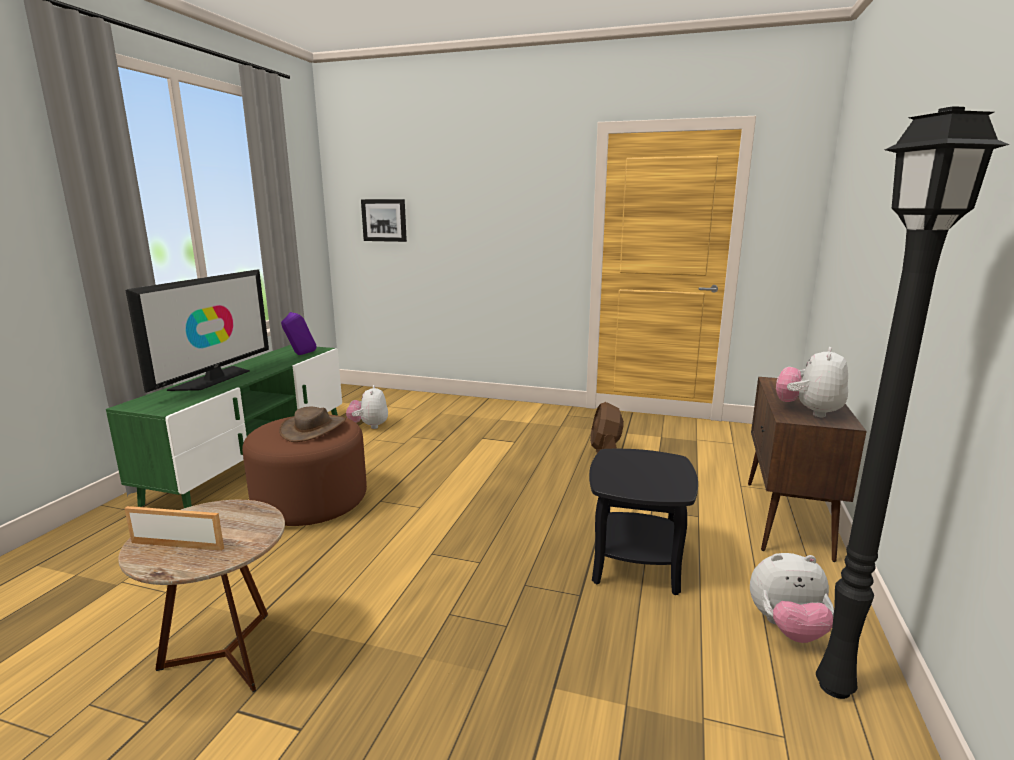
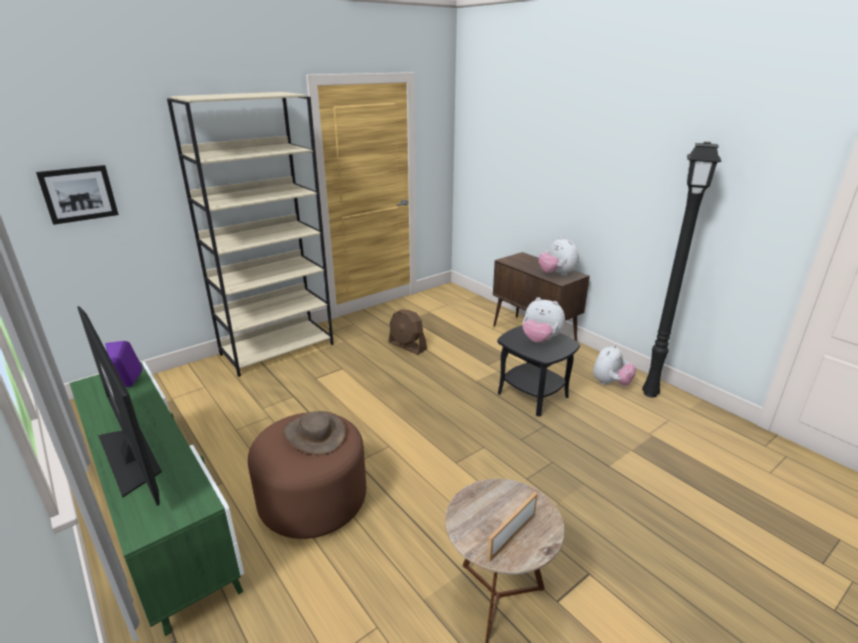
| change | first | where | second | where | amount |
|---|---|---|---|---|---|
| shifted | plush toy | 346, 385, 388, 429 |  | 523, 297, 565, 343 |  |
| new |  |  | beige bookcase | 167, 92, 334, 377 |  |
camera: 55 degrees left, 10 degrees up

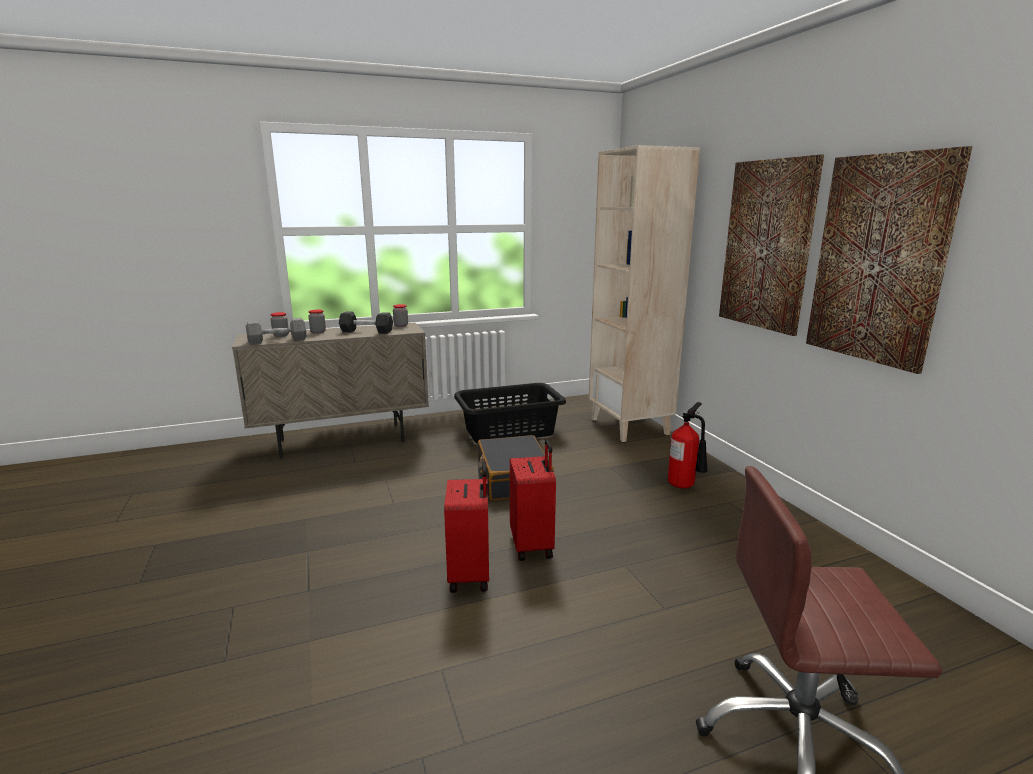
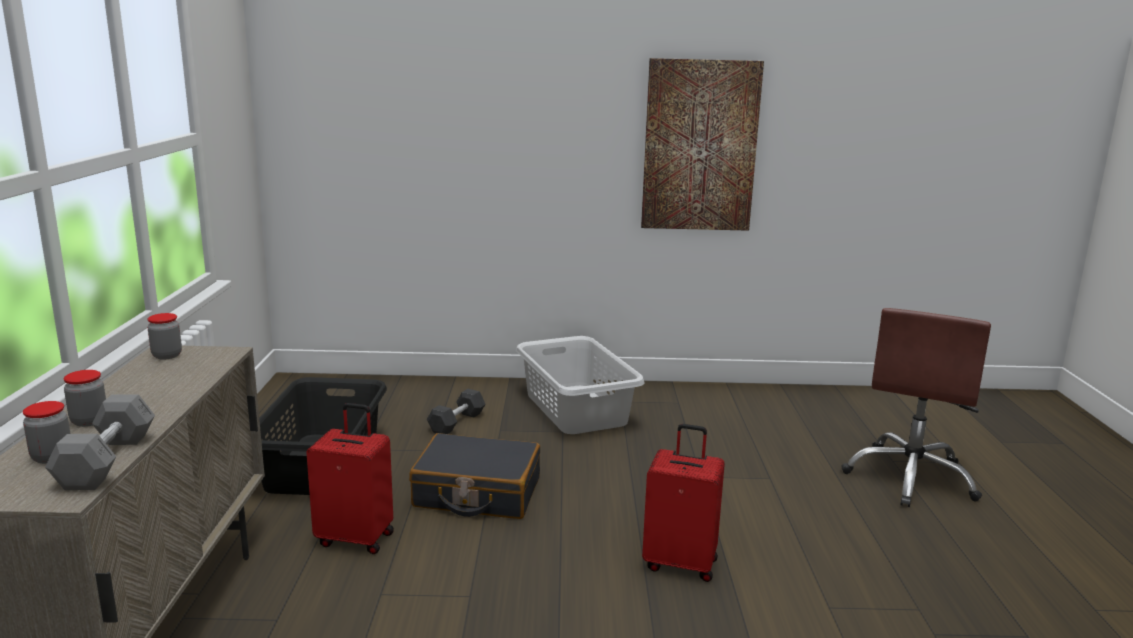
| change | first | where | second | where | amount |
|---|---|---|---|---|---|
| shifted | grey dumbbell | 339, 311, 393, 334 |  | 427, 389, 486, 434 |  |
| shifted | red suitcase | 510, 439, 556, 561 |  | 306, 403, 394, 554 |  |
| gone | beige bookcase | 589, 145, 700, 442 |  |  |  |
| swapped | fire extinguisher | 668, 402, 708, 488 | grey laundry basket | 516, 336, 644, 434 |  |
| gone | picture | 719, 155, 824, 336 |  |  |  |
camera: 70 degrees left, 0 degrees up

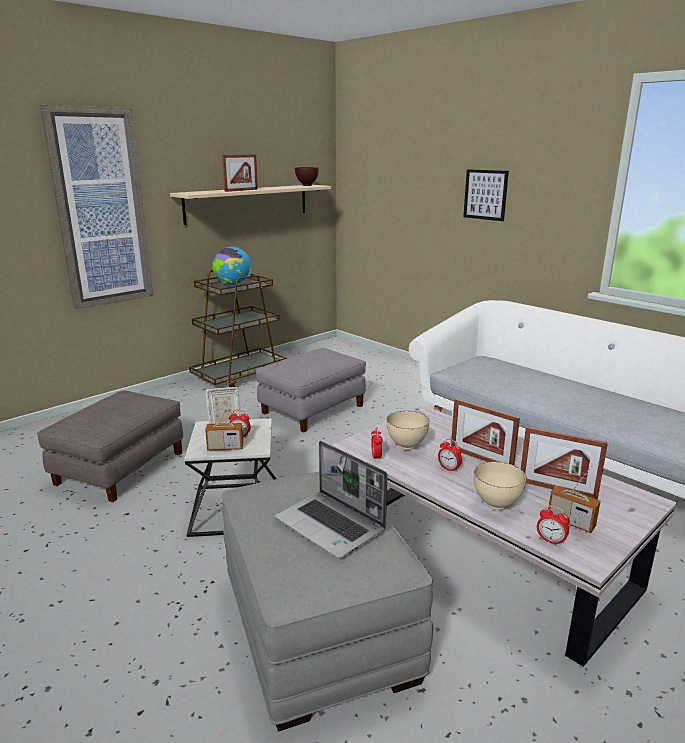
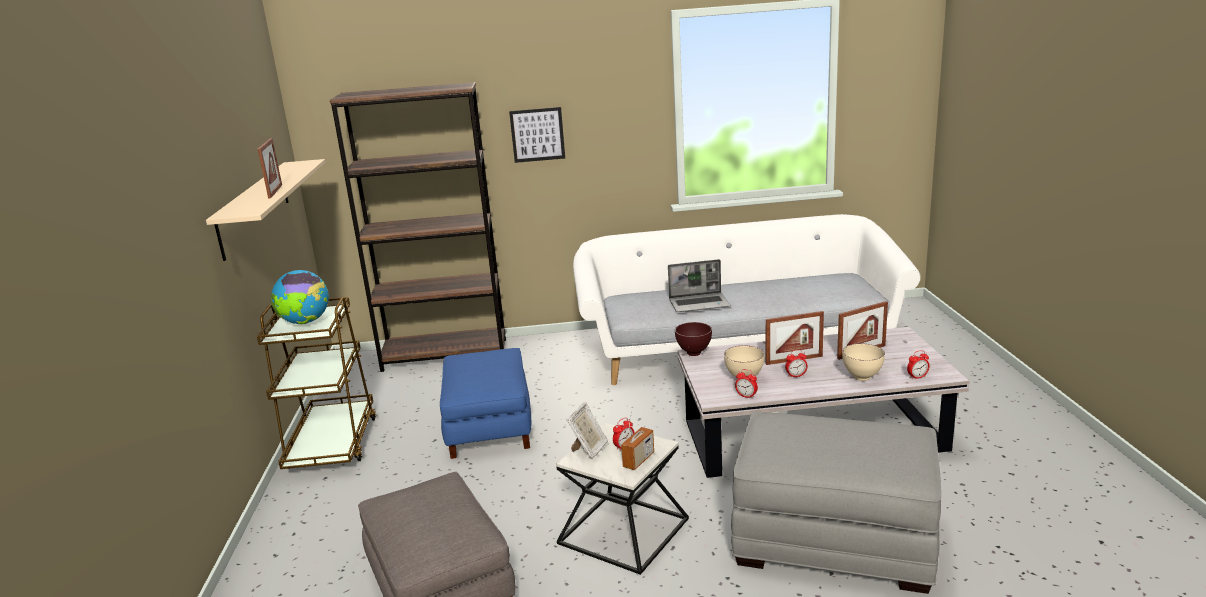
| change | first | where | second | where | amount |
|---|---|---|---|---|---|
| gone | picture | 40, 105, 153, 309 |  |  |  |
| repainted | grey ottoman | 256, 348, 366, 432 | blue ottoman | 440, 348, 531, 459 |  |
| shifted | laptop | 275, 441, 388, 559 |  | 668, 259, 730, 312 |  |
| shifted | brown bowl | 295, 167, 319, 186 |  | 675, 322, 712, 356 |  |
| gone | radio | 548, 465, 601, 533 |  |  |  |
| new |  |  | brown bookcase | 330, 82, 506, 372 |  |
camera: 50 degrees left, 0 degrees up

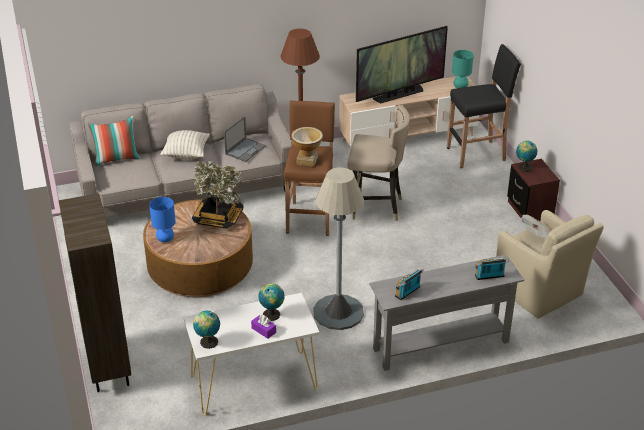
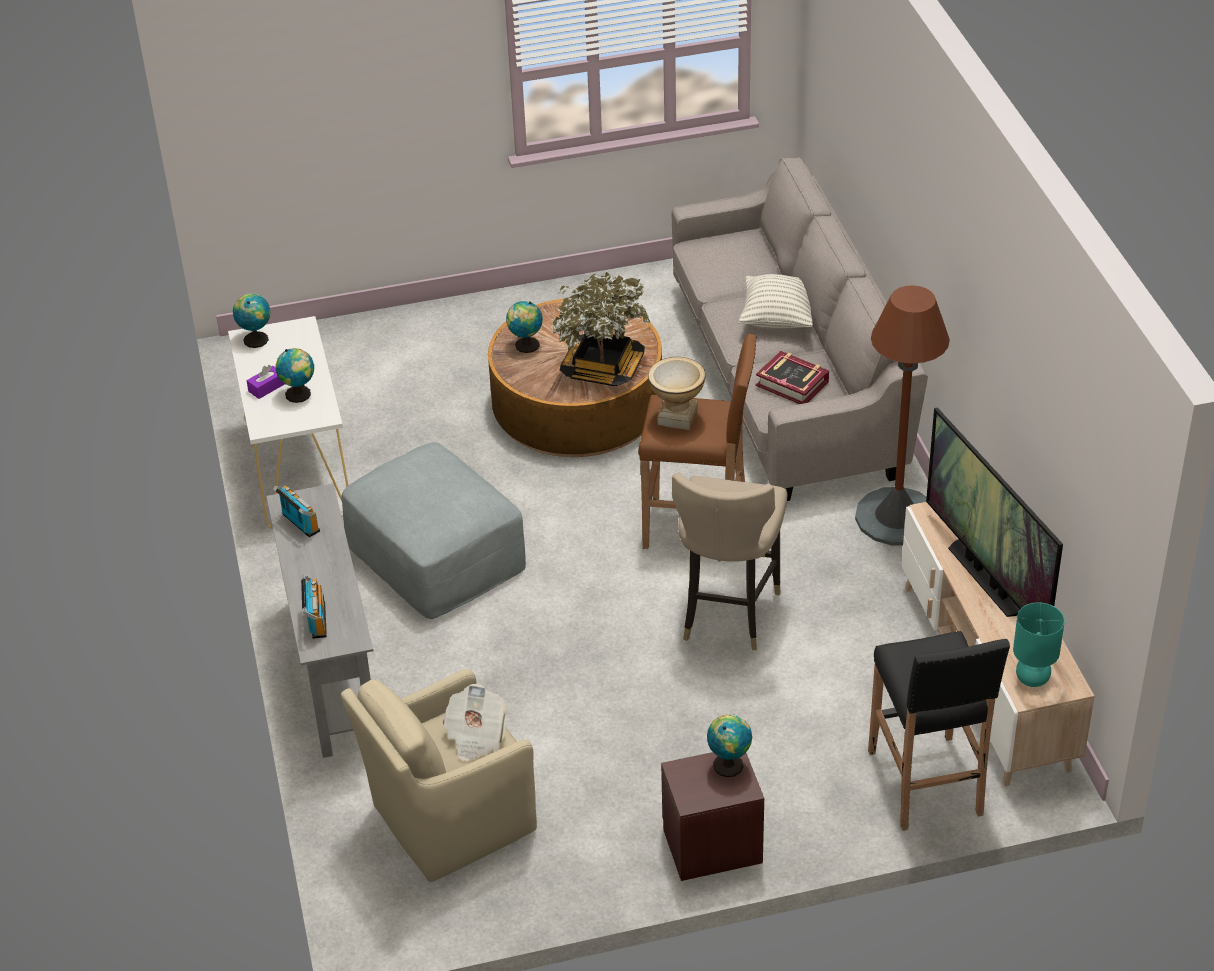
| change | first | where | second | where | amount |
|---|---|---|---|---|---|
| gone | brown bookcase | 58, 193, 131, 392 |  |  |  |
| gone | pillow | 88, 116, 140, 166 |  |  |  |
| gone | blue table lamp | 149, 197, 176, 242 |  |  |  |
| swapped | laptop | 224, 116, 266, 162 | book | 756, 351, 829, 404 |  |
| swapped | grey floor lamp | 313, 168, 364, 330 | grey ottoman | 341, 442, 526, 619 |  |
| new |  |  | globe | 506, 301, 543, 353 |  |
camera: 95 degrees right, 5 degrees up

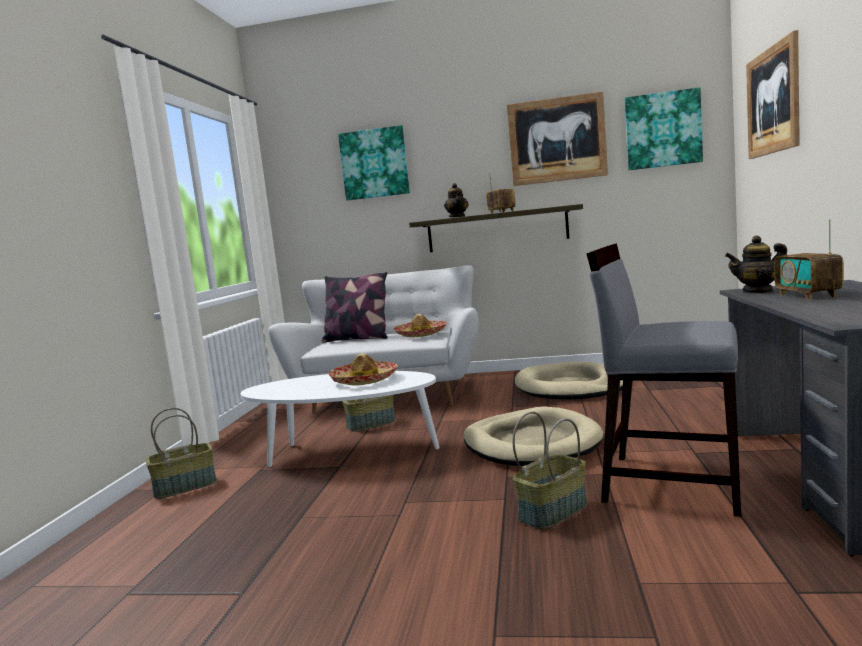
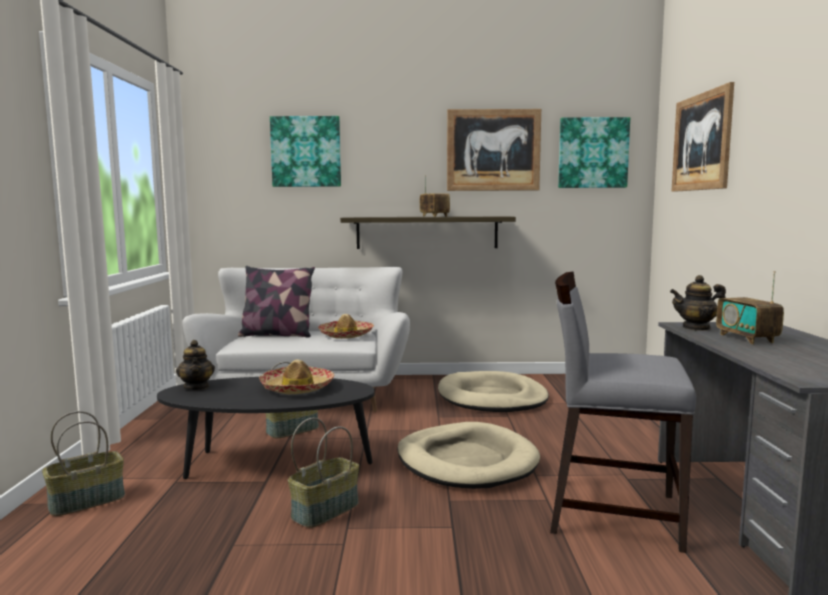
| change | first | where | second | where | amount |
|---|---|---|---|---|---|
| repainted | white coffee table | 240, 371, 439, 467 | black coffee table | 157, 377, 375, 479 |  |
| shifted | teapot | 444, 183, 468, 217 |  | 176, 340, 215, 390 |  |
| shifted | basket | 512, 411, 587, 530 |  | 288, 418, 359, 528 |  |
camera: 10 degrees left, 0 degrees up

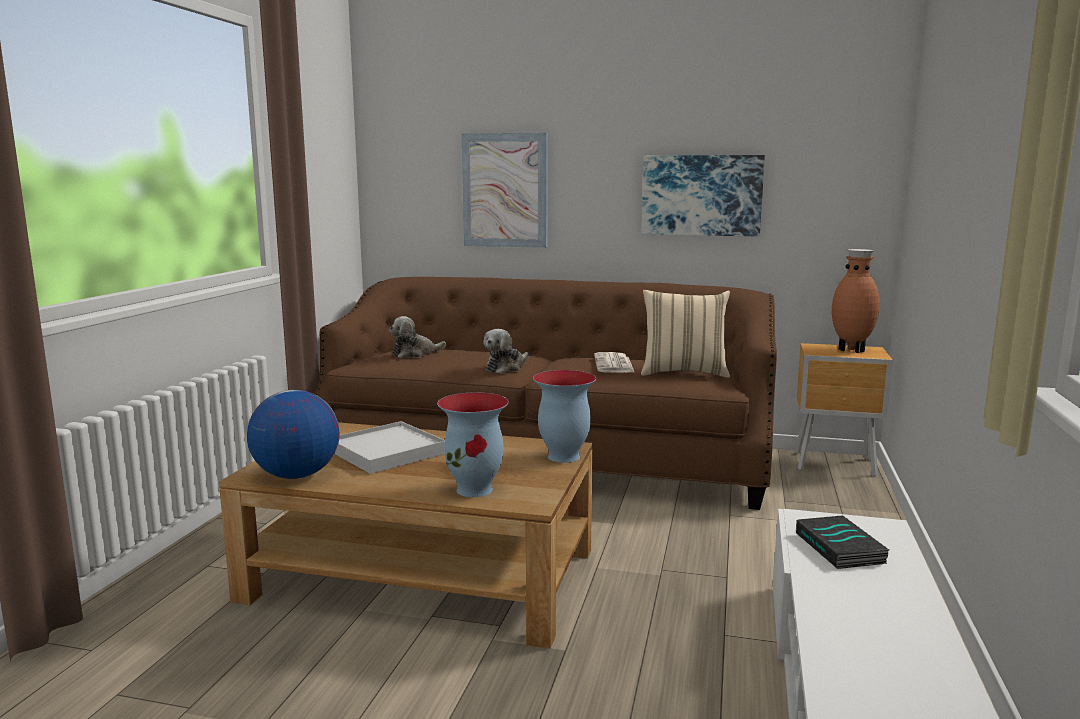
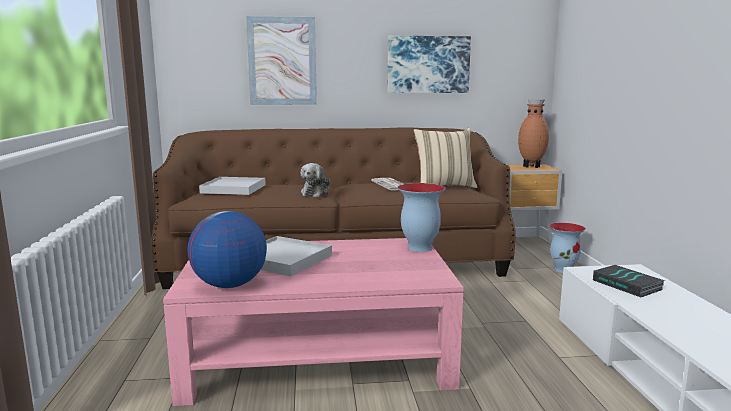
| change | first | where | second | where | amount |
|---|---|---|---|---|---|
| repainted | brown coffee table | 219, 422, 593, 649 | pink coffee table | 163, 238, 464, 406 |  |
| swapped | plush toy | 389, 316, 446, 358 | white tray | 199, 177, 266, 195 |  |
| shifted | vase | 437, 392, 509, 497 |  | 549, 223, 586, 273 |  |
camera: 20 degrees left, 0 degrees up

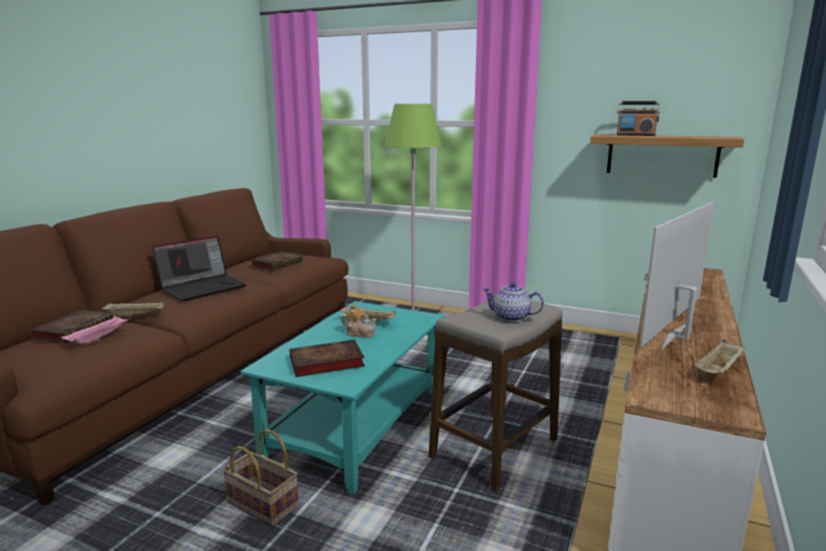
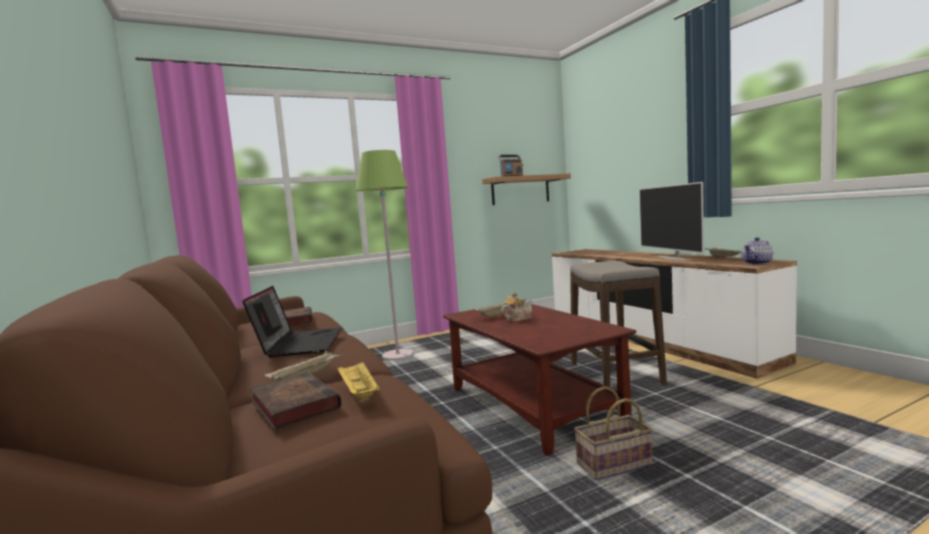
| change | first | where | second | where | amount |
|---|---|---|---|---|---|
| repainted | pink tray | 61, 316, 131, 344 | yellow tray | 337, 361, 379, 400 |  |
| repainted | turquoise coffee table | 240, 301, 445, 494 | brown coffee table | 443, 304, 636, 456 |  |
| gone | book | 289, 339, 365, 377 |  |  |  |
| shifted | teapot | 482, 282, 544, 322 |  | 742, 237, 773, 265 |  |
camera: 50 degrees left, 10 degrees down

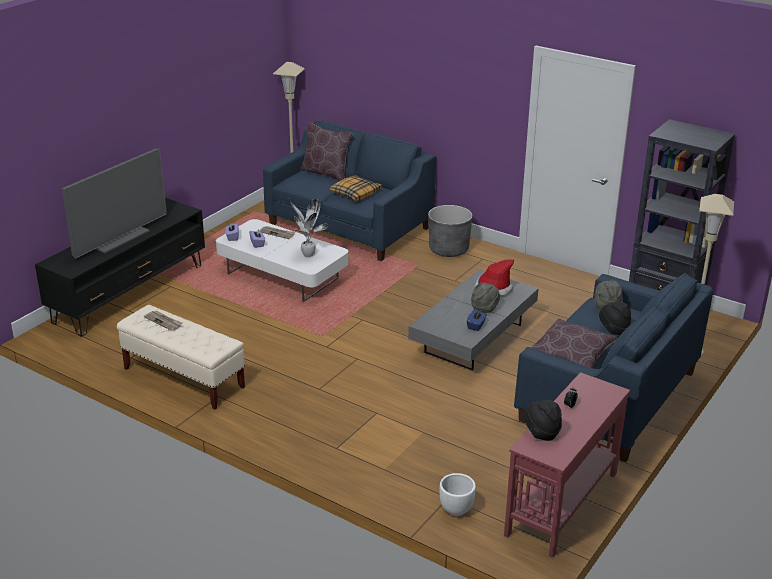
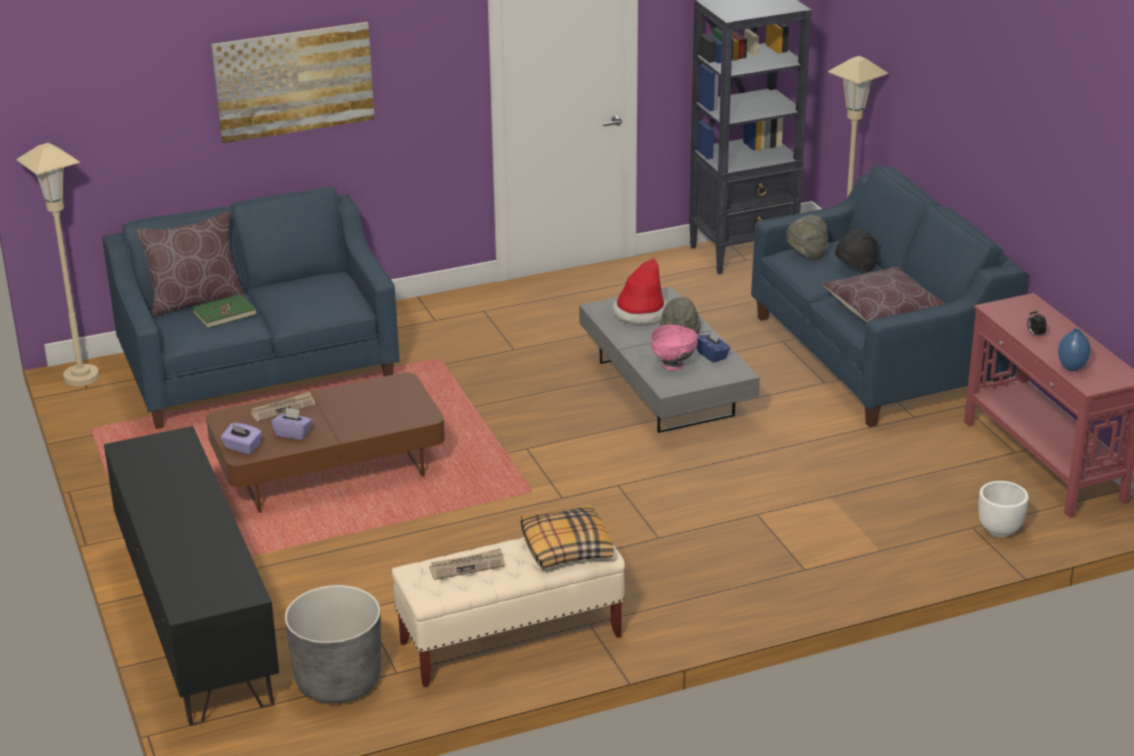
| change | first | where | second | where | amount |
|---|---|---|---|---|---|
| gone | television | 62, 148, 167, 259 |  |  |  |
| repainted | white coffee table | 216, 219, 349, 302 | brown coffee table | 206, 372, 445, 513 |  |
| gone | potted plant | 288, 199, 328, 258 |  |  |  |
| shifted | pillow | 329, 175, 382, 201 |  | 521, 505, 613, 569 |  |
| shifted | grey planter | 428, 205, 472, 257 |  | 285, 585, 381, 703 |  |
| swapped | black hat | 524, 399, 562, 441 | blue vase | 1058, 328, 1091, 371 |  |
| new |  |  | green book | 192, 294, 256, 328 |  |
| new |  |  | picture | 211, 22, 374, 143 |  |
| new |  |  | pink bowl | 651, 325, 698, 370 |  |
camera: 55 degrees left, 0 degrees up

